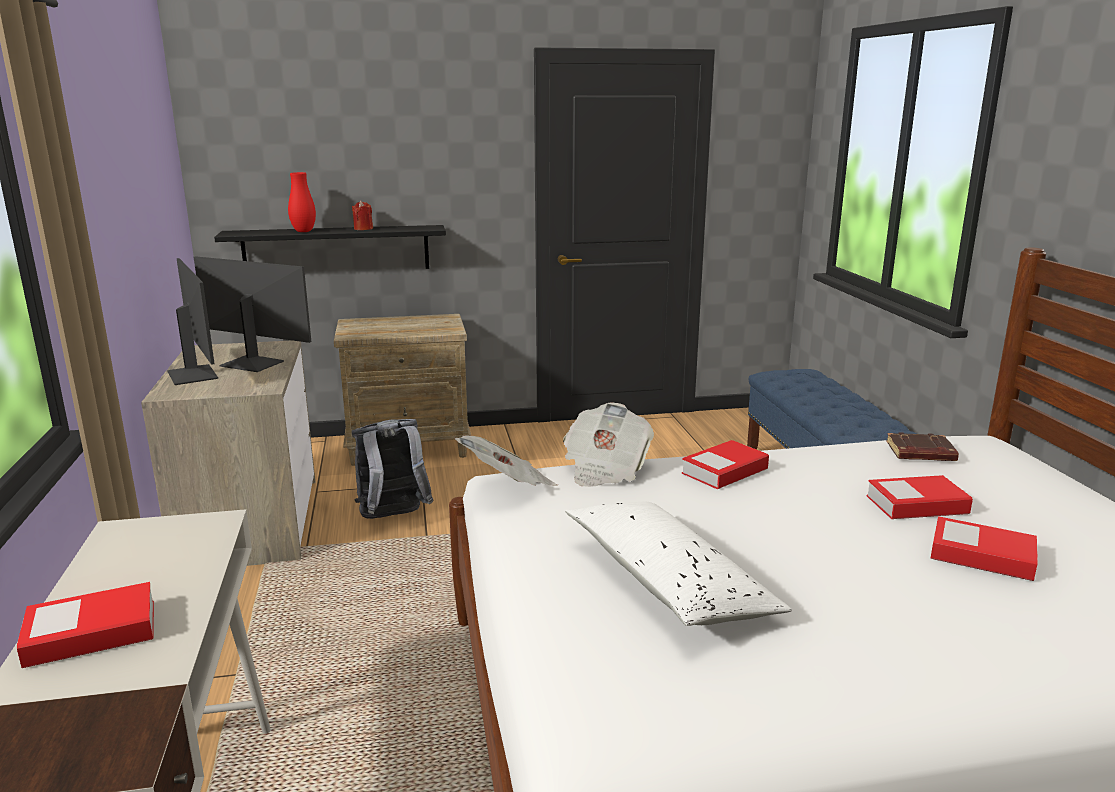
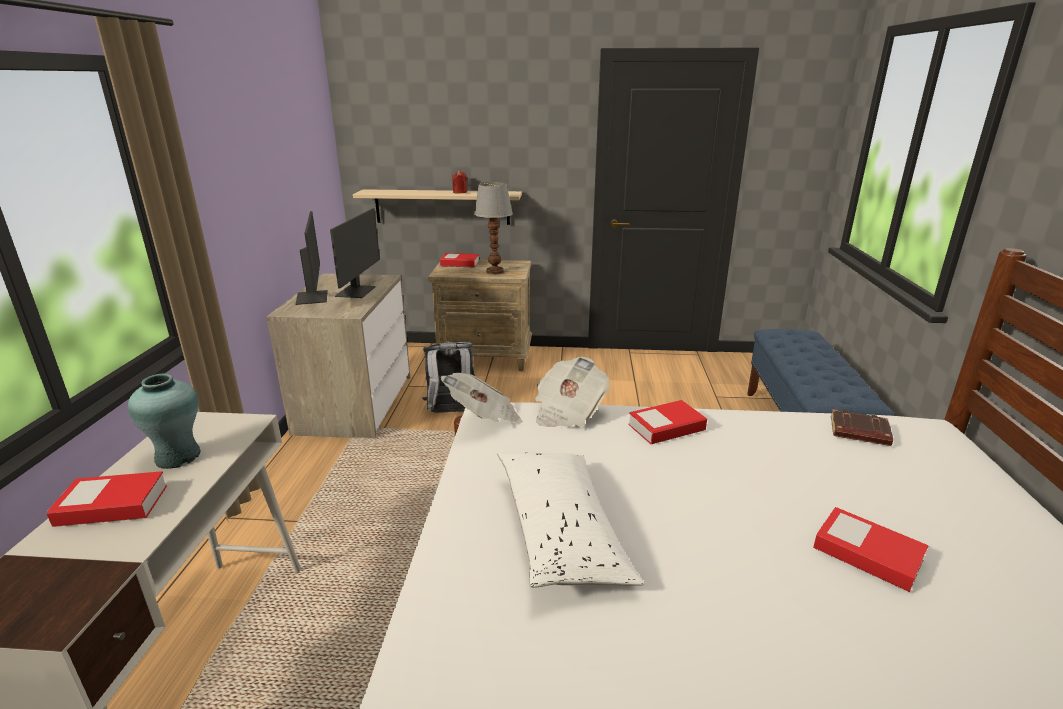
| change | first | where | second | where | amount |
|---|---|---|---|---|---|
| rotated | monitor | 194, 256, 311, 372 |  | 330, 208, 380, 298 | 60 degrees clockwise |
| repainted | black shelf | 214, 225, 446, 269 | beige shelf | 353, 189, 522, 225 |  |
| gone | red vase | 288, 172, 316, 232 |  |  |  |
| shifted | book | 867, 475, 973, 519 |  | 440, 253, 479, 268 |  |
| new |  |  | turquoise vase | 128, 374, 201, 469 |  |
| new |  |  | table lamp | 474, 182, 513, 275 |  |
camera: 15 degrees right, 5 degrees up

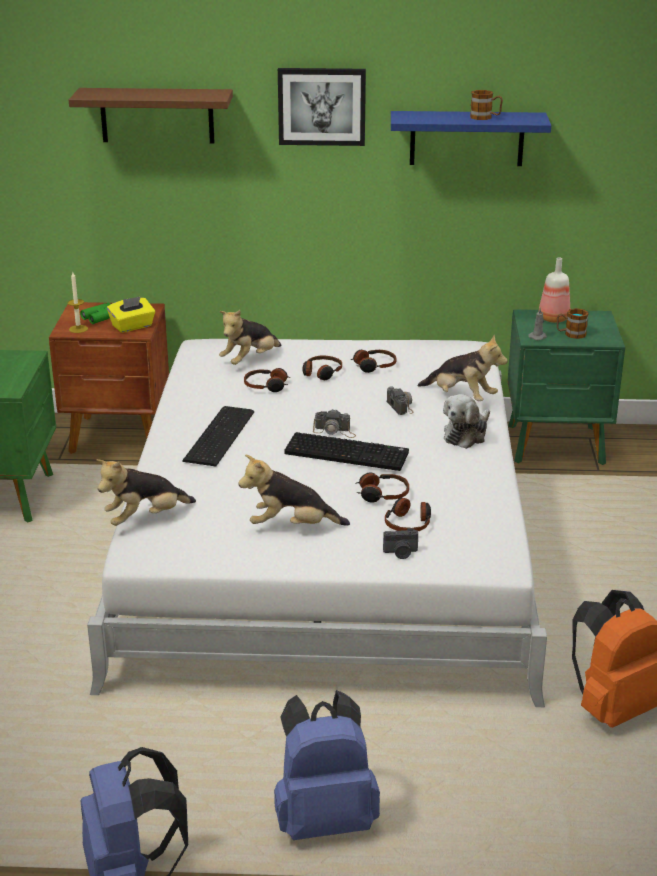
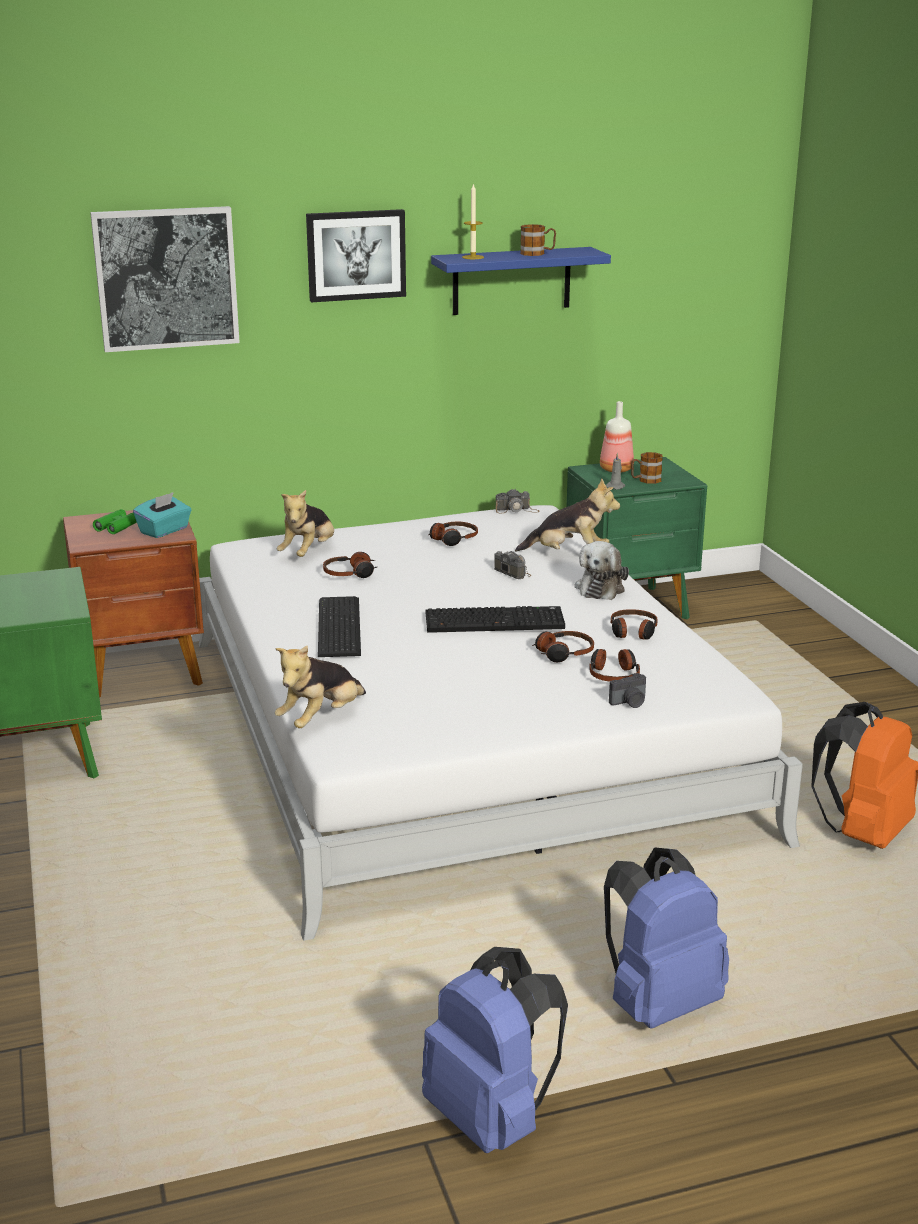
| change | first | where | second | where | amount |
|---|---|---|---|---|---|
| shifted | candle | 68, 272, 88, 333 |  | 462, 183, 484, 259 |  |
| swapped | brown shelf | 69, 88, 233, 144 | picture | 90, 206, 240, 352 |  |
| repainted | yellow tissue box | 107, 296, 155, 333 | turquoise tissue box | 133, 492, 191, 538 |  |
| gone | plush toy | 238, 454, 350, 526 |  |  |  |
| shifted | headphones | 302, 355, 342, 380 |  | 611, 609, 658, 640 |  |
| shifted | photo camera | 313, 410, 356, 438 |  | 495, 489, 540, 513 |  |
camera: 20 degrees left, 5 degrees down

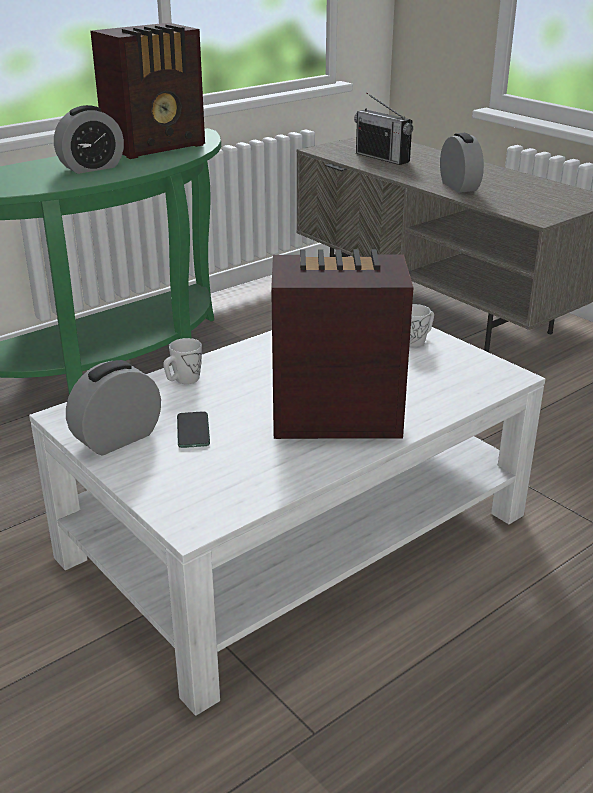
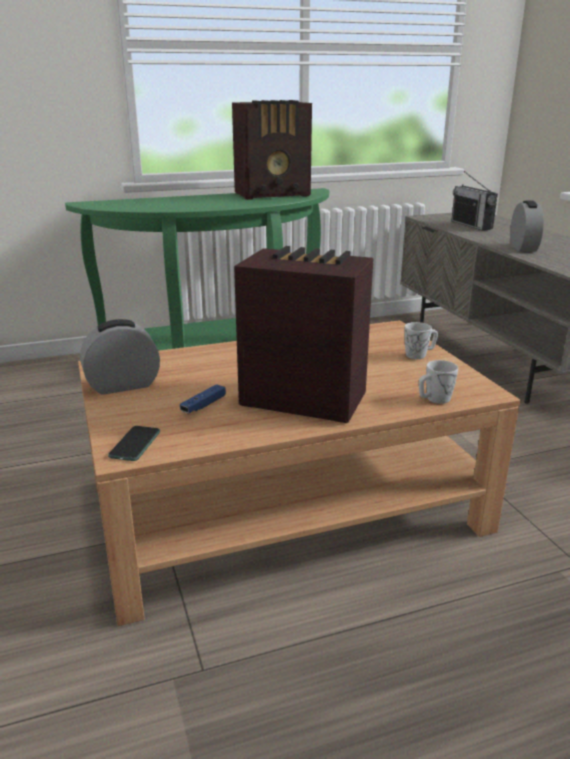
| change | first | where | second | where | amount |
|---|---|---|---|---|---|
| repainted | white coffee table | 29, 327, 546, 716 | brown coffee table | 78, 320, 521, 626 |  |
| gone | alarm clock | 54, 105, 124, 174 |  |  |  |
| shifted | white mug | 163, 338, 202, 384 |  | 419, 360, 458, 404 |  |
| shifted | phone | 177, 411, 210, 448 |  | 108, 426, 160, 461 |  |
| new |  |  | blue game controller | 180, 384, 226, 413 |  |
camera: 20 degrees right, 5 degrees down

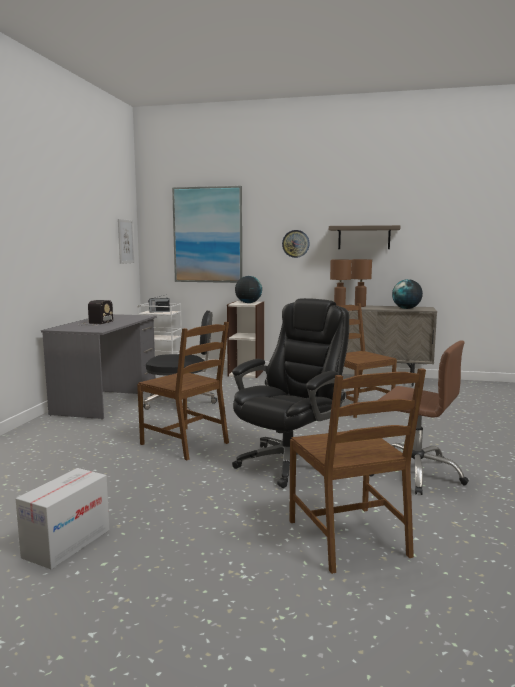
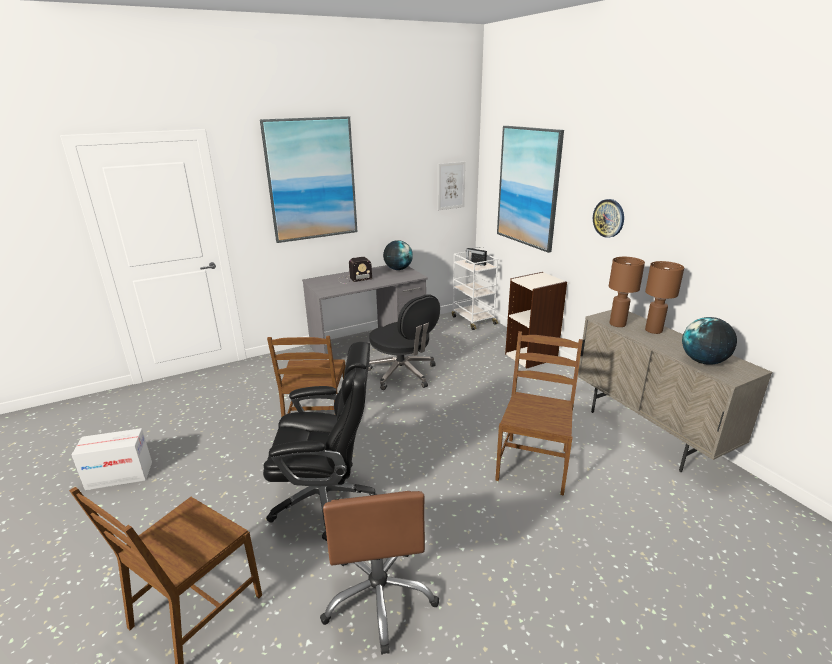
| change | first | where | second | where | amount |
|---|---|---|---|---|---|
| shifted | globe | 235, 276, 262, 303 |  | 383, 240, 413, 270 |  |
| gone | shelf | 329, 225, 400, 249 |  |  |  |
| new |  |  | picture | 260, 116, 357, 243 |  |
camera: 50 degrees right, 15 degrees up

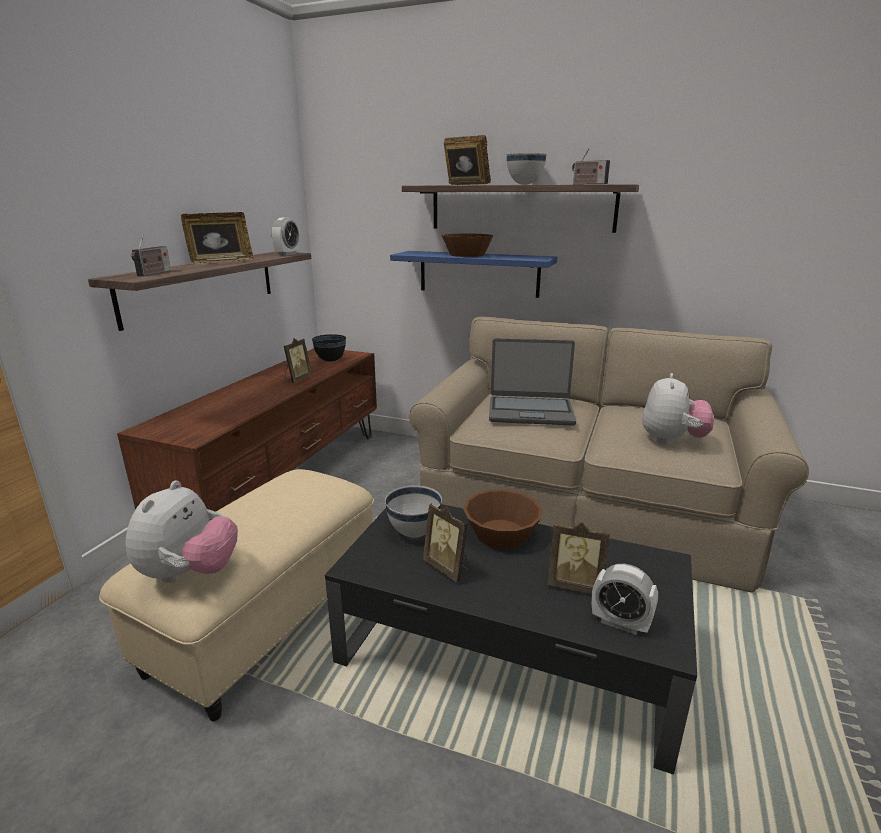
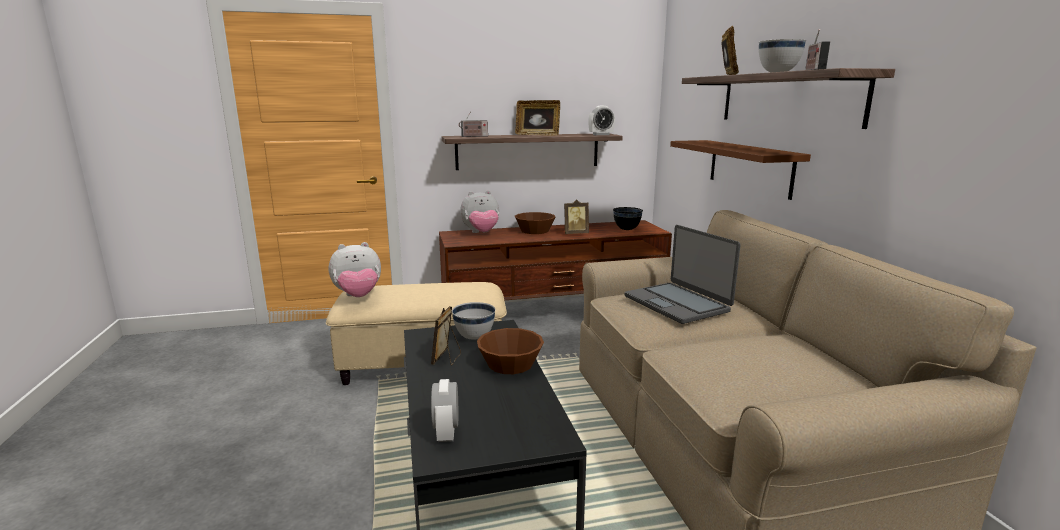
| change | first | where | second | where | amount |
|---|---|---|---|---|---|
| repainted | blue shelf | 390, 251, 557, 298 | brown shelf | 670, 140, 811, 200 |  |
| shifted | brown bowl | 442, 234, 494, 257 |  | 515, 212, 555, 234 |  |
| gone | picture frame | 548, 522, 610, 594 |  |  |  |
| shifted | plush toy | 642, 373, 714, 444 |  | 460, 191, 499, 233 |  |
camera: 55 degrees right, 5 degrees down

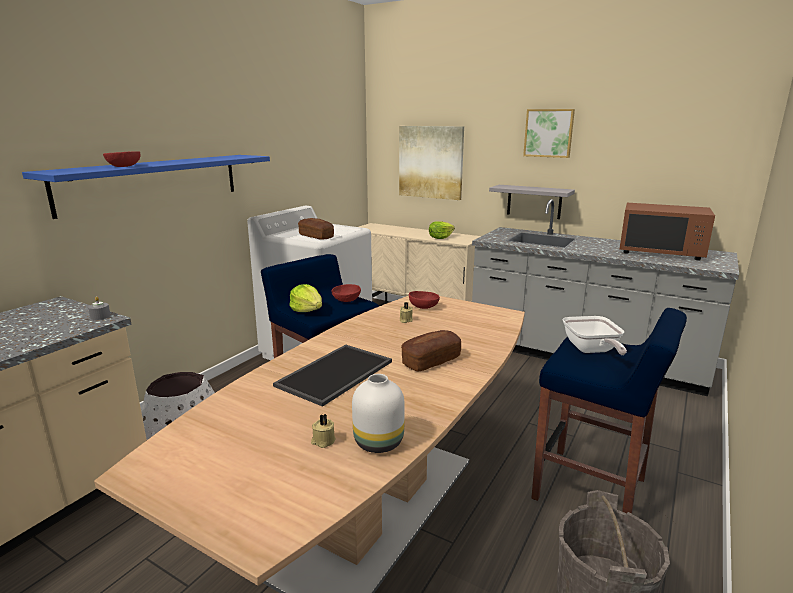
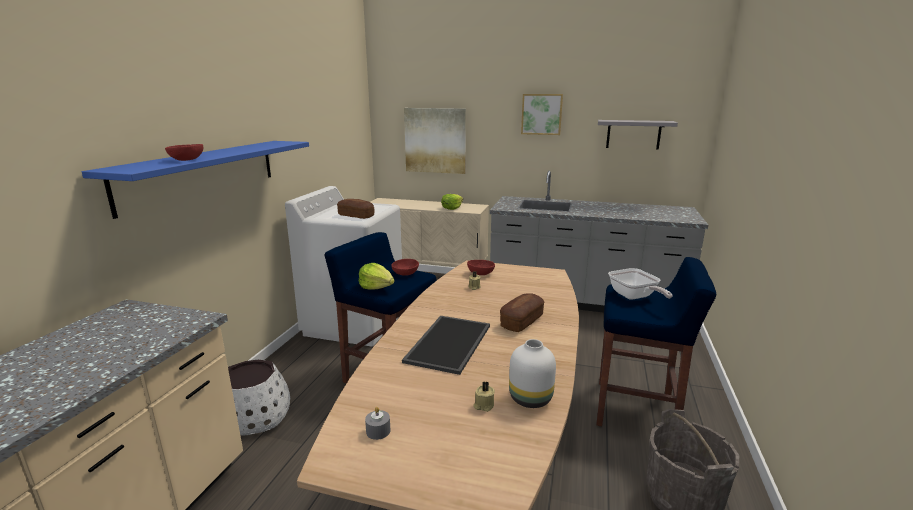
| change | first | where | second | where | amount |
|---|---|---|---|---|---|
| shifted | grey candle | 88, 296, 111, 320 |  | 365, 407, 390, 440 |  |
| shifted | grey shelf | 489, 185, 575, 219 |  | 598, 120, 678, 150 |  |
| gone | brown microwave | 619, 203, 715, 260 |  |  |  |
camera: 15 degrees left, 0 degrees up

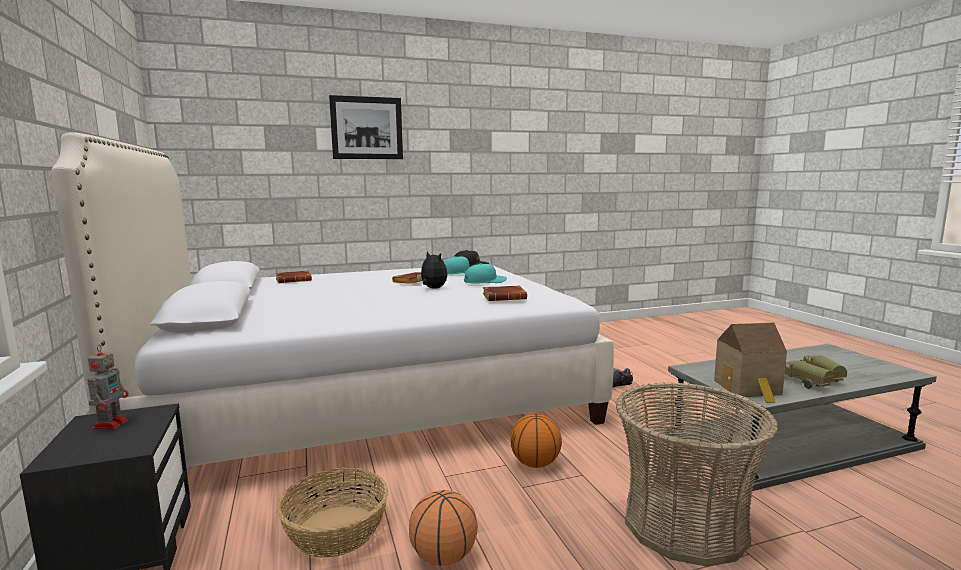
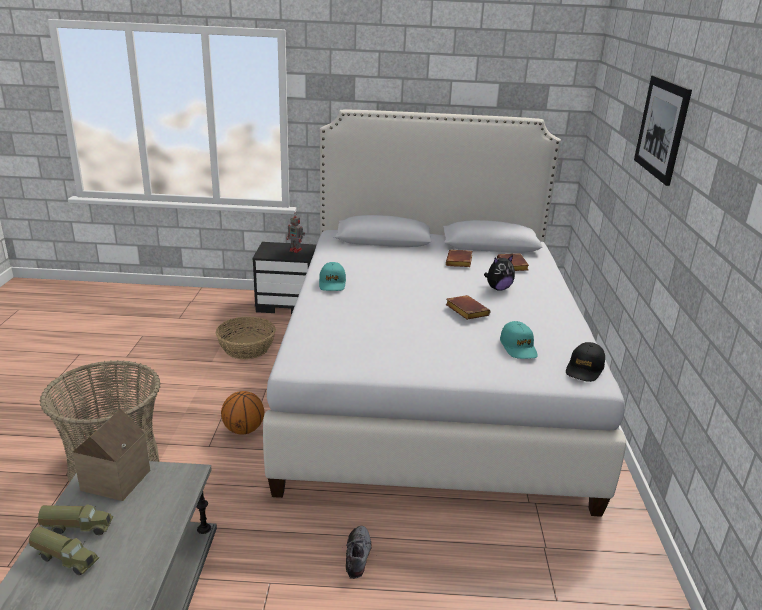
| change | first | where | second | where | amount |
|---|---|---|---|---|---|
| gone | basketball | 409, 490, 478, 566 |  |  |  |
| shifted | plush toy | 417, 251, 447, 289 |  | 484, 255, 515, 291 |  |
| shifted | turquoise cap | 464, 264, 507, 284 |  | 319, 262, 346, 291 |  |
| shifted | brown book | 483, 285, 527, 301 |  | 446, 249, 472, 267 |  |
camera: 110 degrees right, 15 degrees up

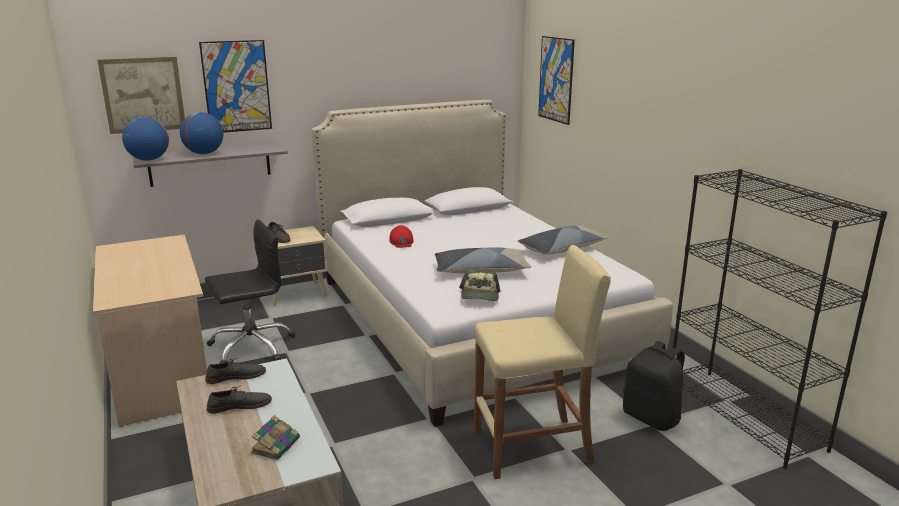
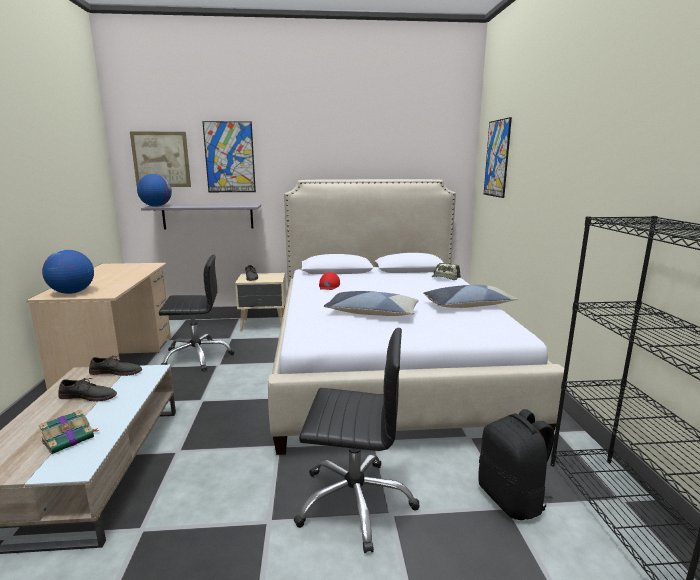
| change | first | where | second | where | amount |
|---|---|---|---|---|---|
| shifted | globe | 180, 112, 223, 154 |  | 42, 250, 94, 294 |  |
| shifted | cap | 459, 270, 501, 301 |  | 432, 263, 461, 280 |  |
| swapped | beige stool | 474, 245, 611, 479 | black office chair | 294, 328, 419, 553 |  |
camera: 20 degrees right, 5 degrees down

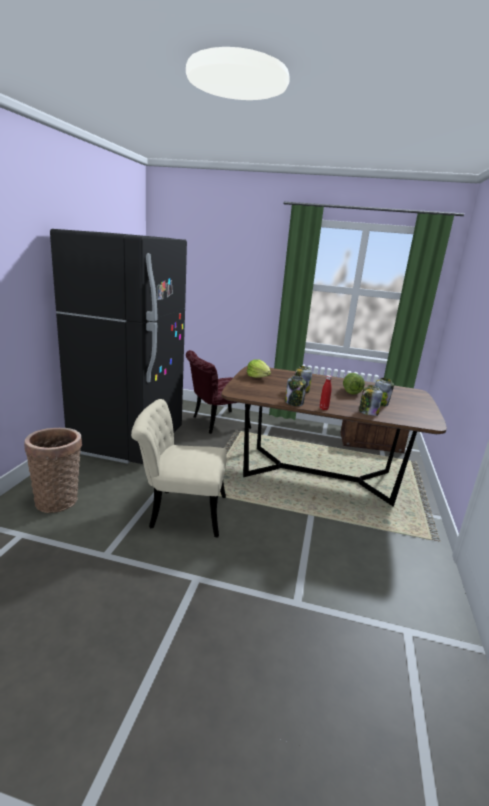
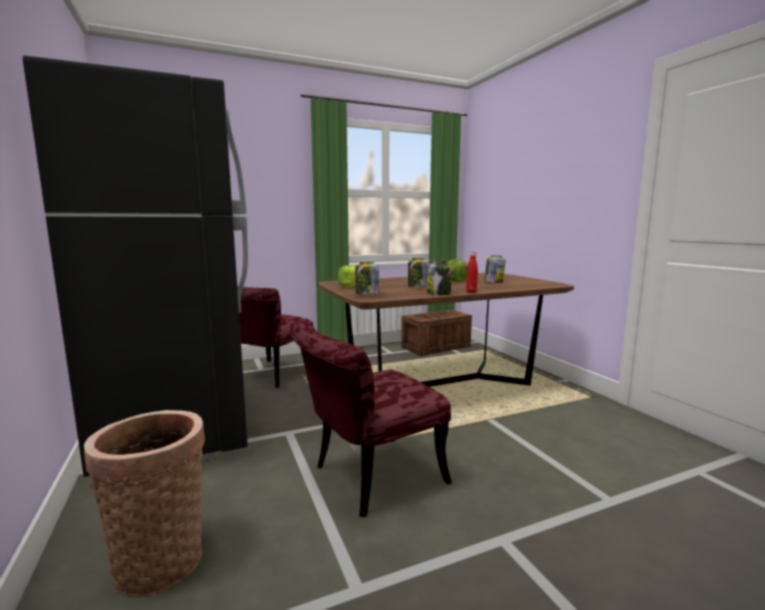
| change | first | where | second | where | amount |
|---|---|---|---|---|---|
| repainted | beige chair | 131, 399, 227, 538 | red chair | 290, 320, 452, 517 |  |
| shifted | jar | 359, 385, 383, 416 |  | 355, 262, 380, 294 |  |
camera: 35 degrees left, 10 degrees down

